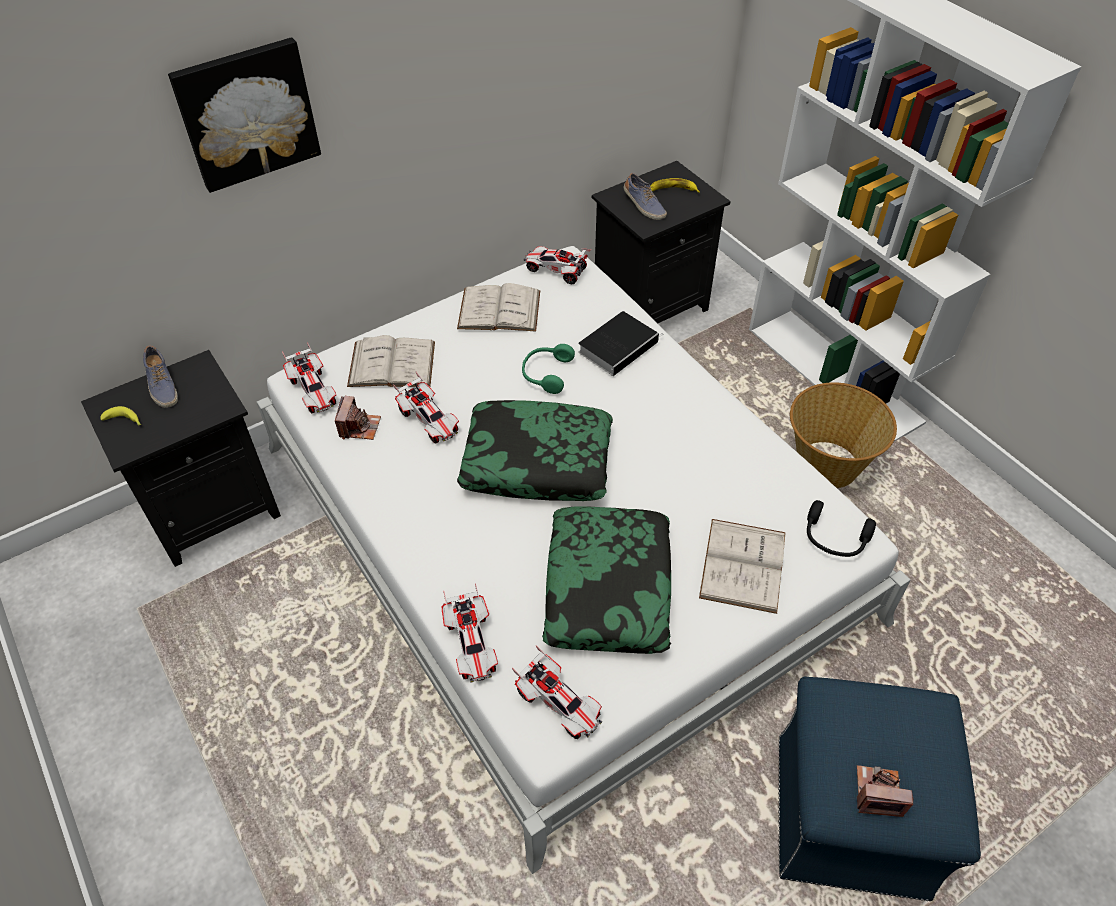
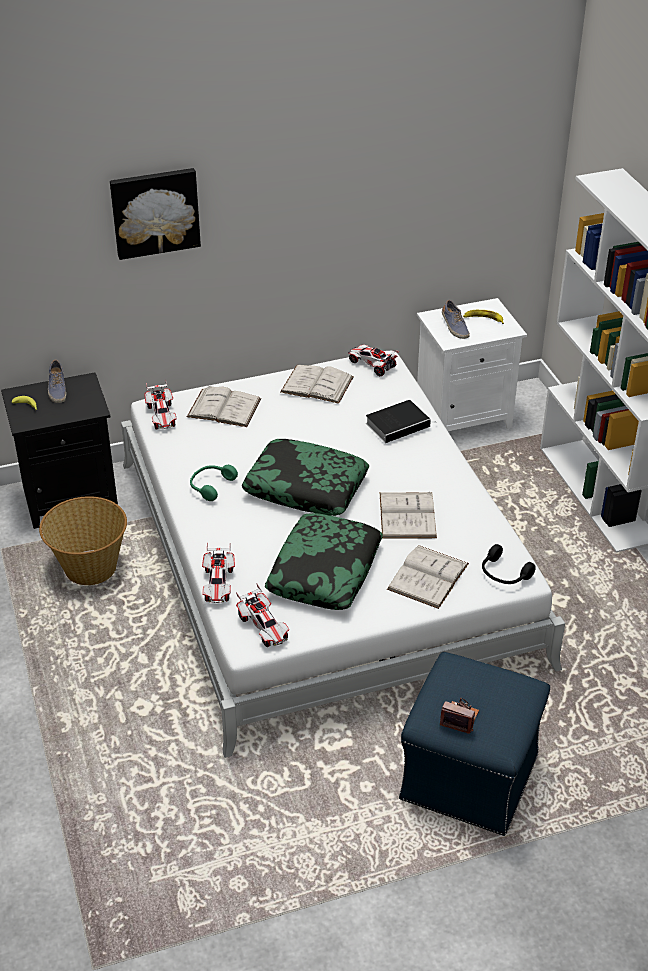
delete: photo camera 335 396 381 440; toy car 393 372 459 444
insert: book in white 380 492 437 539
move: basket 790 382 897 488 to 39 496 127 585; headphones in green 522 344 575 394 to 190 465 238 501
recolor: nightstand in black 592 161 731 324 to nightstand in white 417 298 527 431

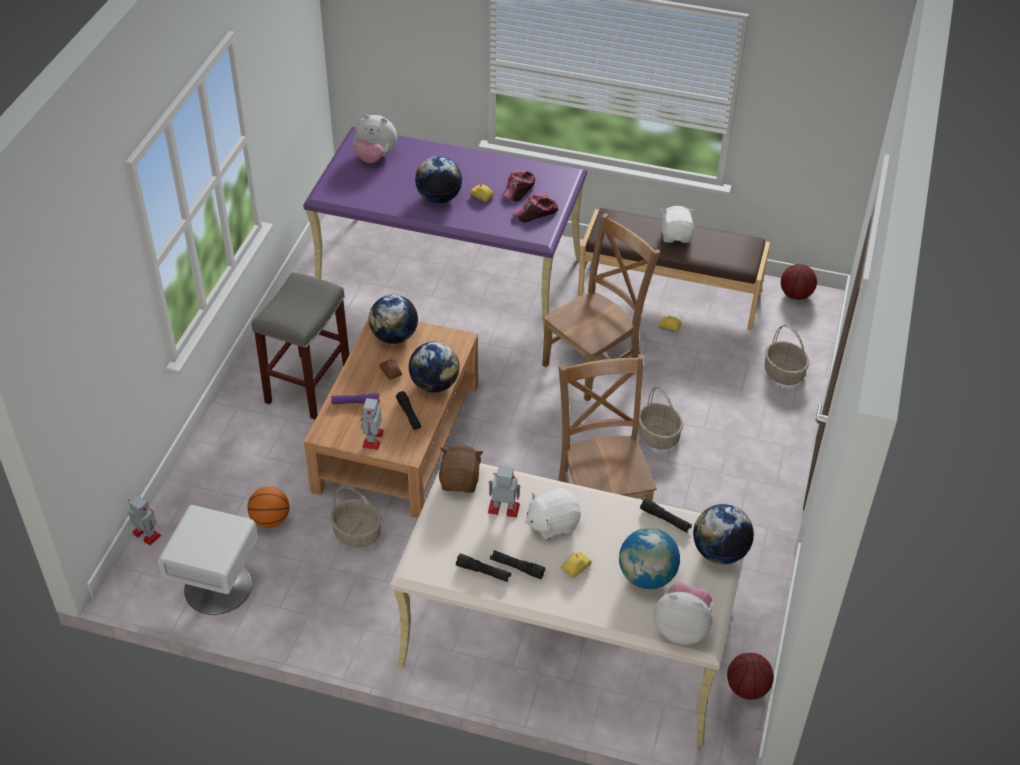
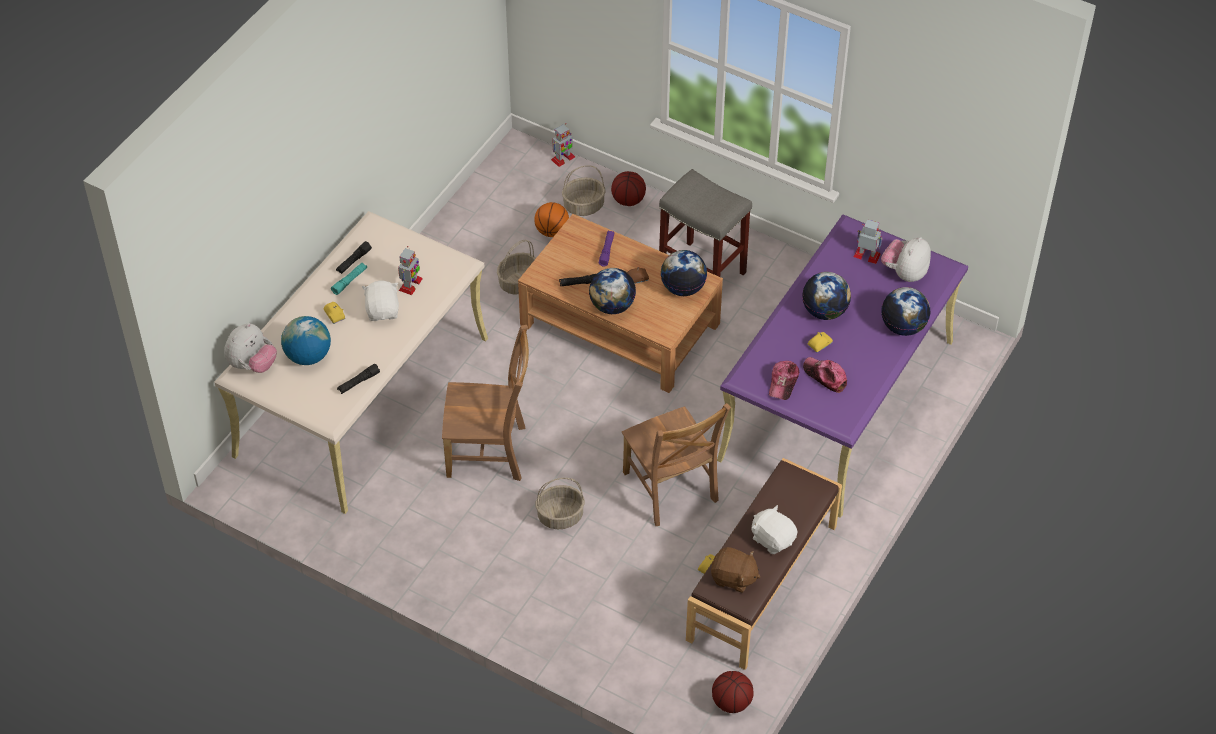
delete: nightstand in white 158 505 258 615
move: basket 765 325 809 385 to 562 165 606 216; basketball 727 653 774 700 to 611 171 646 206; plush toy in brown 439 445 483 493 to 711 547 760 593; toy robot 361 397 384 450 to 853 220 883 264; globe 693 504 754 564 to 882 287 930 336
recolor: flashlight in black 490 550 545 579 to flashlight in turquoise 331 263 367 295
rotate: plush toy in white 660 206 694 243 = 751 505 798 554 150 degrees counterclockwise; cap 513 193 558 223 = 769 361 799 400 150 degrees counterclockwise

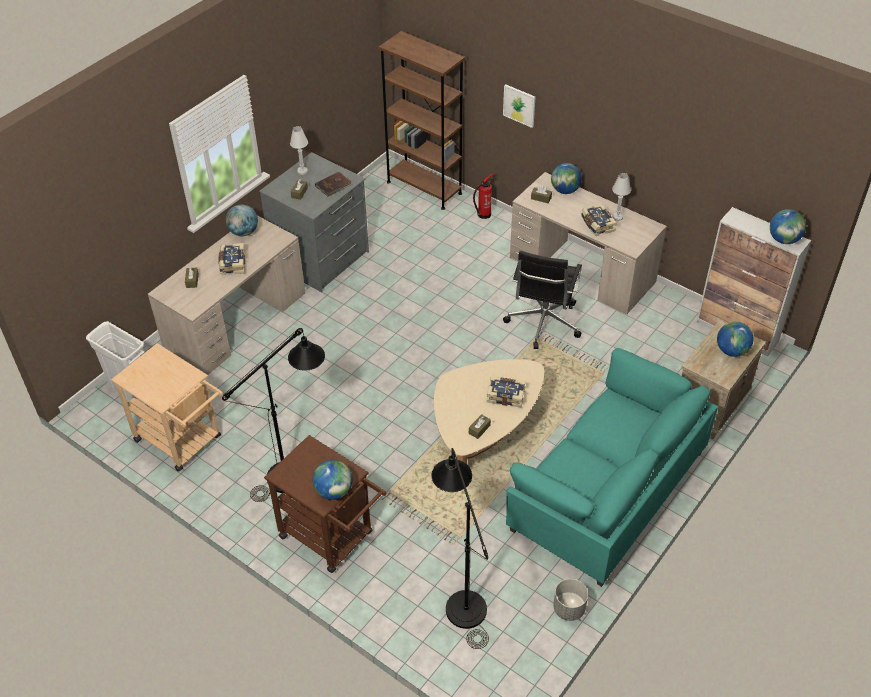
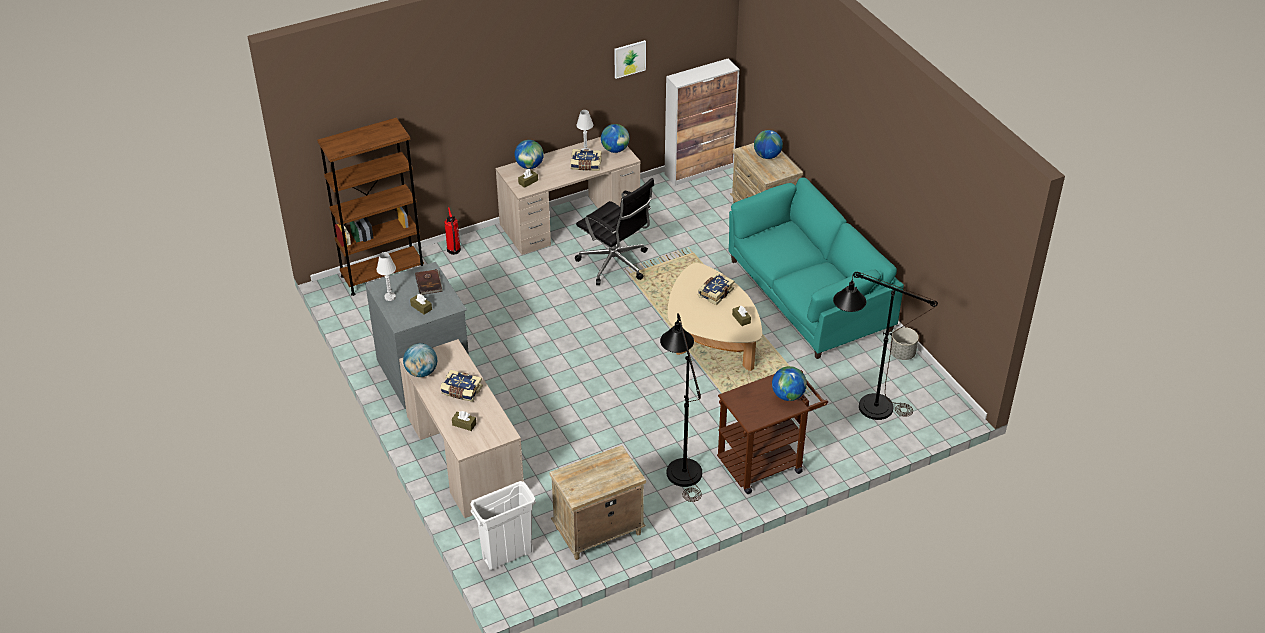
move: globe 770 209 806 244 to 601 124 629 153; picture 503 84 535 128 to 614 40 646 79
replace: cart in beige 111 343 223 472 to nightstand in beige 549 445 646 560

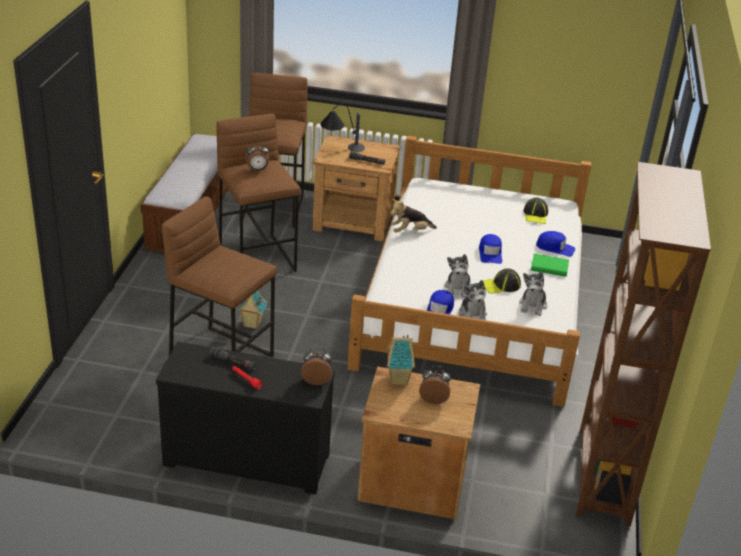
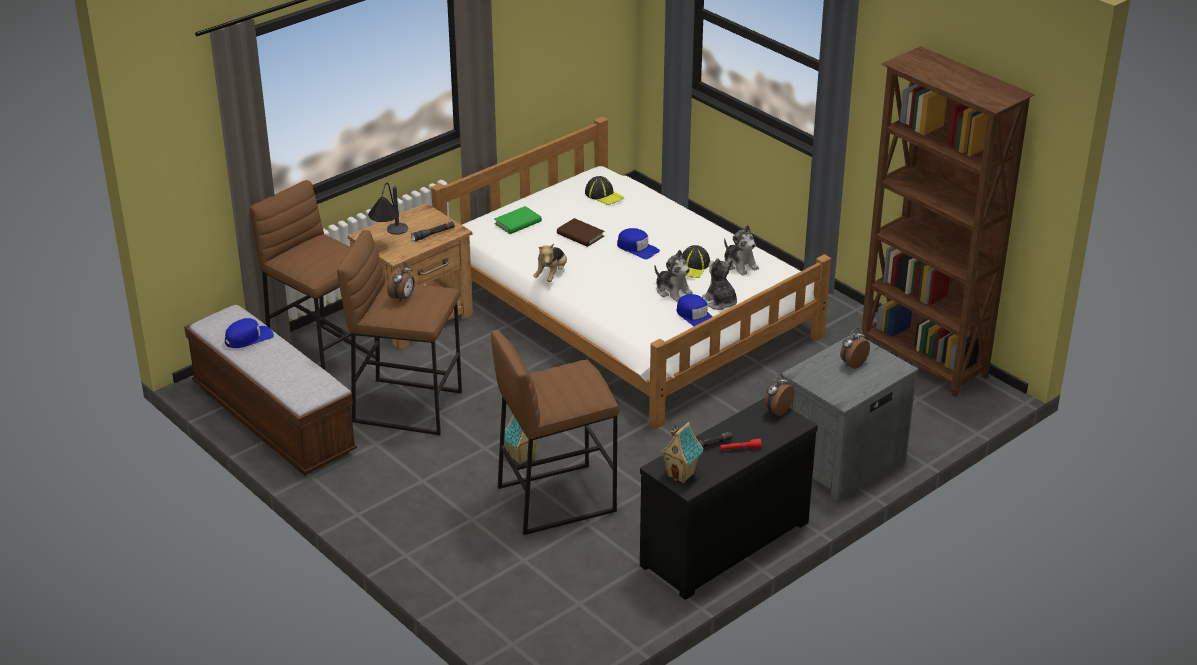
insert: book in brown 557 218 604 247
move: cap in blue 536 231 575 257 to 225 318 274 348; book in green 531 254 569 277 to 494 206 542 234; toy house 387 335 415 385 to 660 422 703 483
recolor: nightstand in brown 357 367 480 519 to nightstand in grey 780 333 919 502
rotate: plush toy 459 280 487 320 = 702 258 737 310 150 degrees counterclockwise

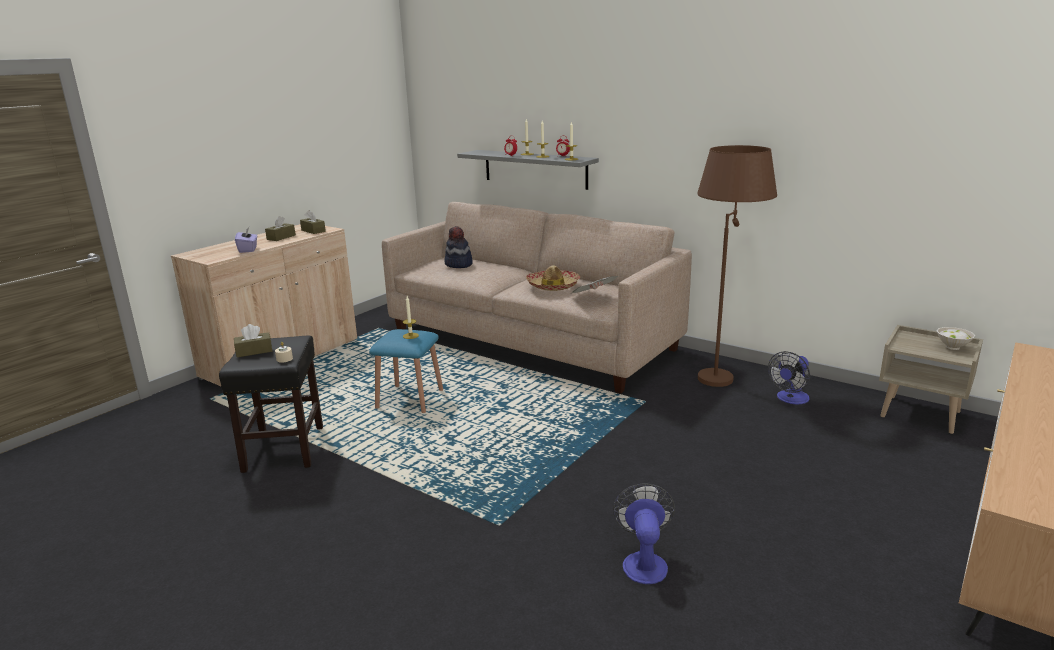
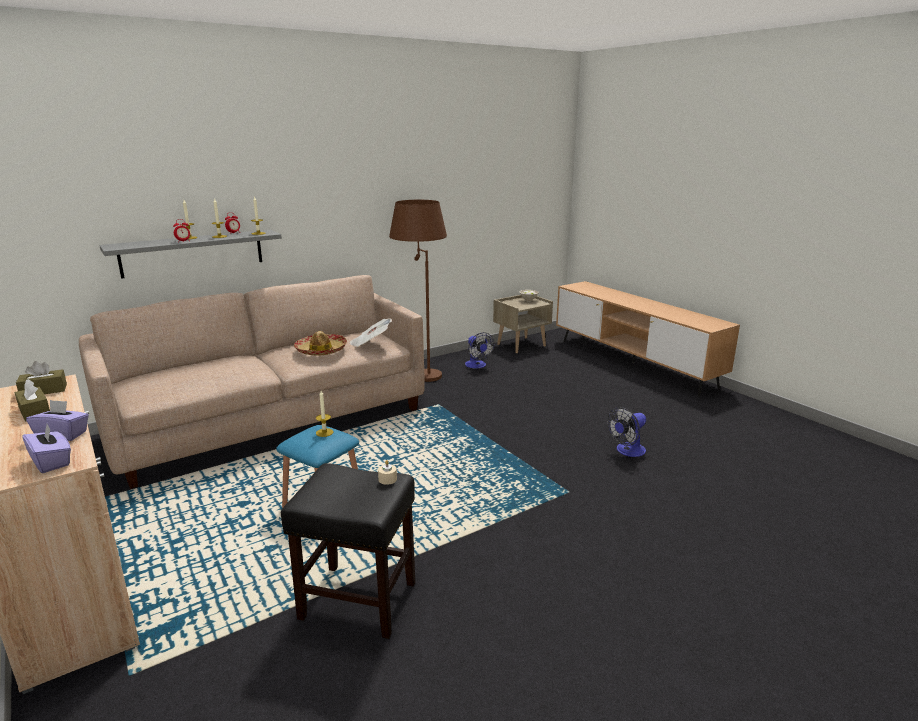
delete: tissue box in brown 234 324 272 357; hat 444 226 473 268
insert: tissue box in purple 22 424 71 473
rotate: fan 613 483 675 584 = 607 407 646 457 60 degrees counterclockwise

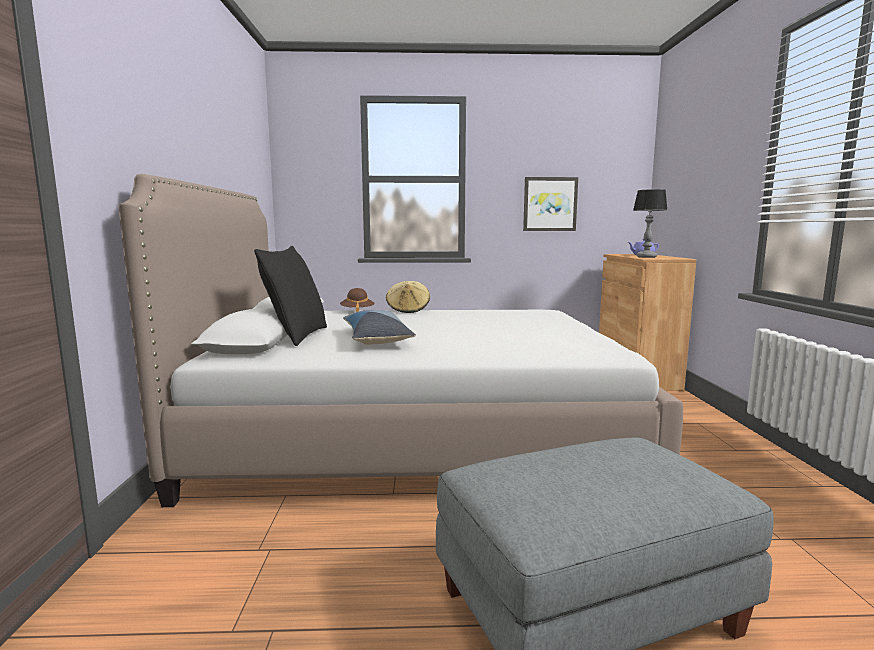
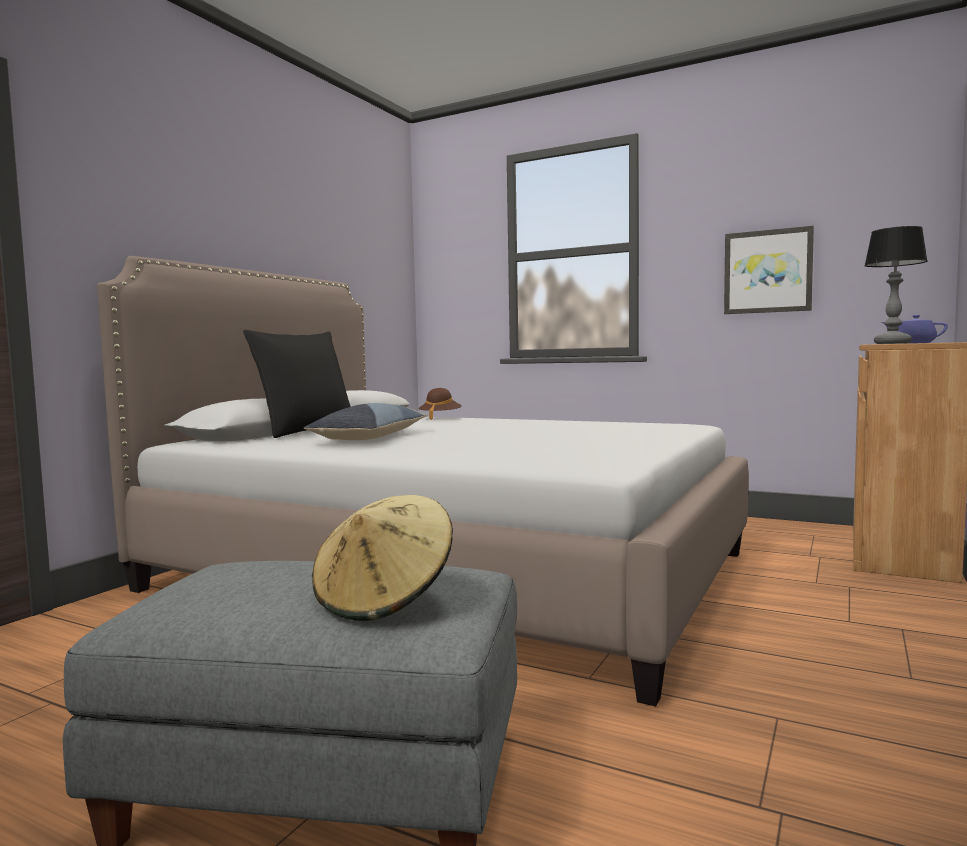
move: hat in beige 386 281 430 313 to 312 495 453 621

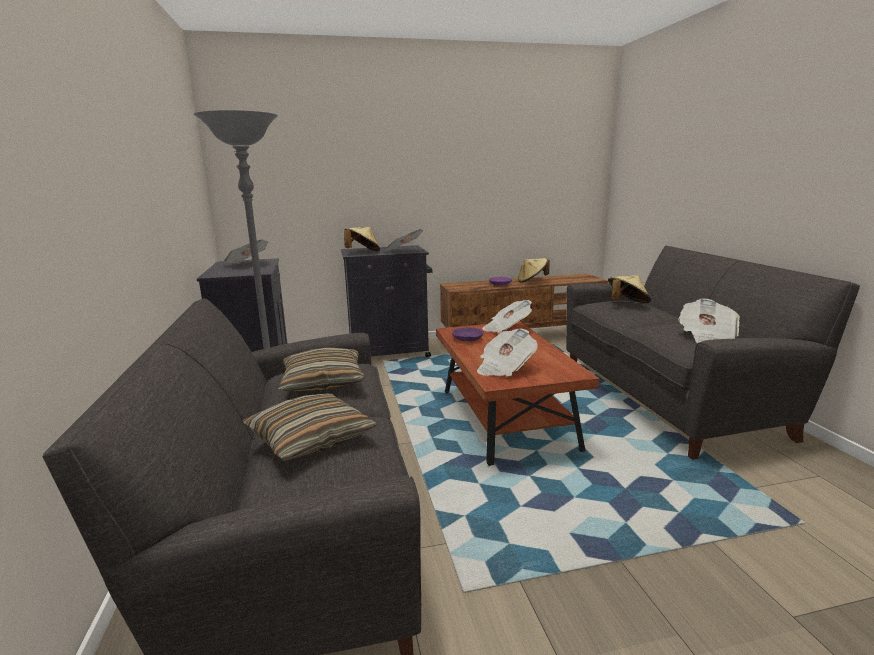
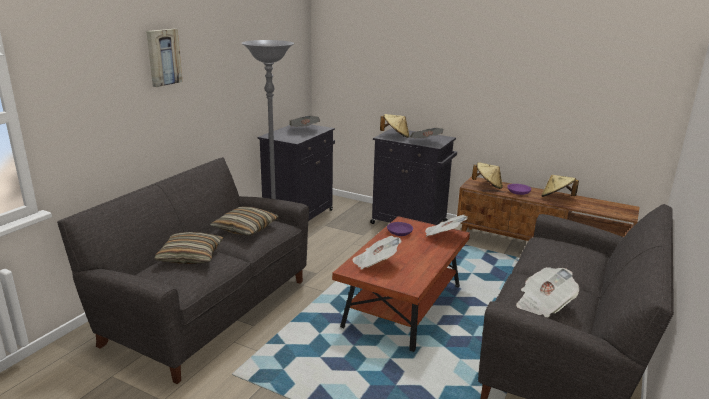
insert: picture 146 29 182 87
move: hat in beige 608 275 651 303 to 472 162 503 189

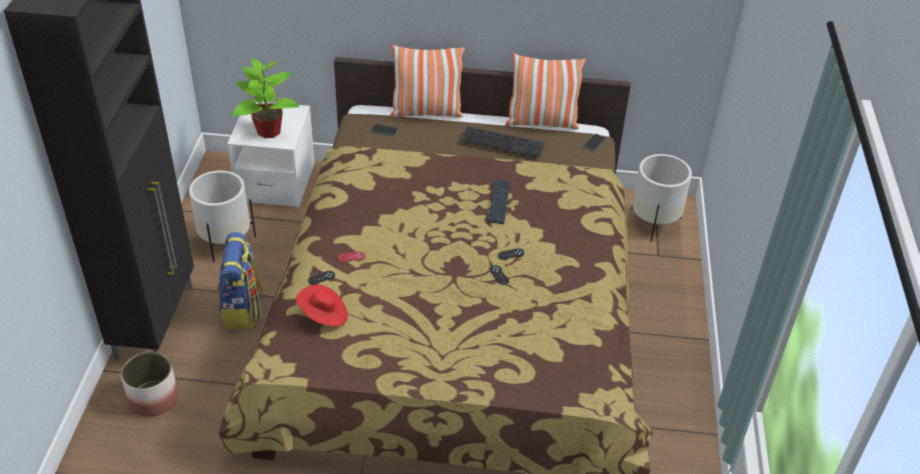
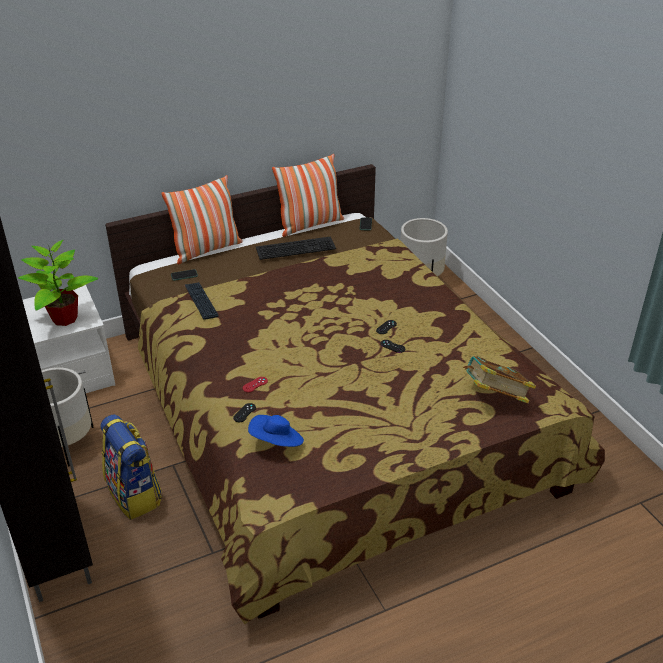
delete: planter 121 352 178 417
insert: book 463 356 536 403
move: keyboard 488 179 510 224 to 185 282 219 320
recolor: hat in red 296 284 348 327 to hat in blue 248 415 304 447

